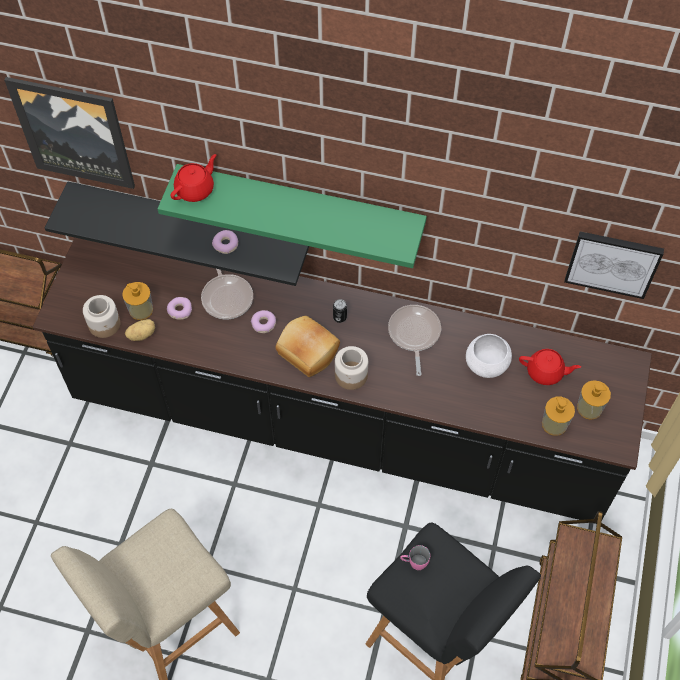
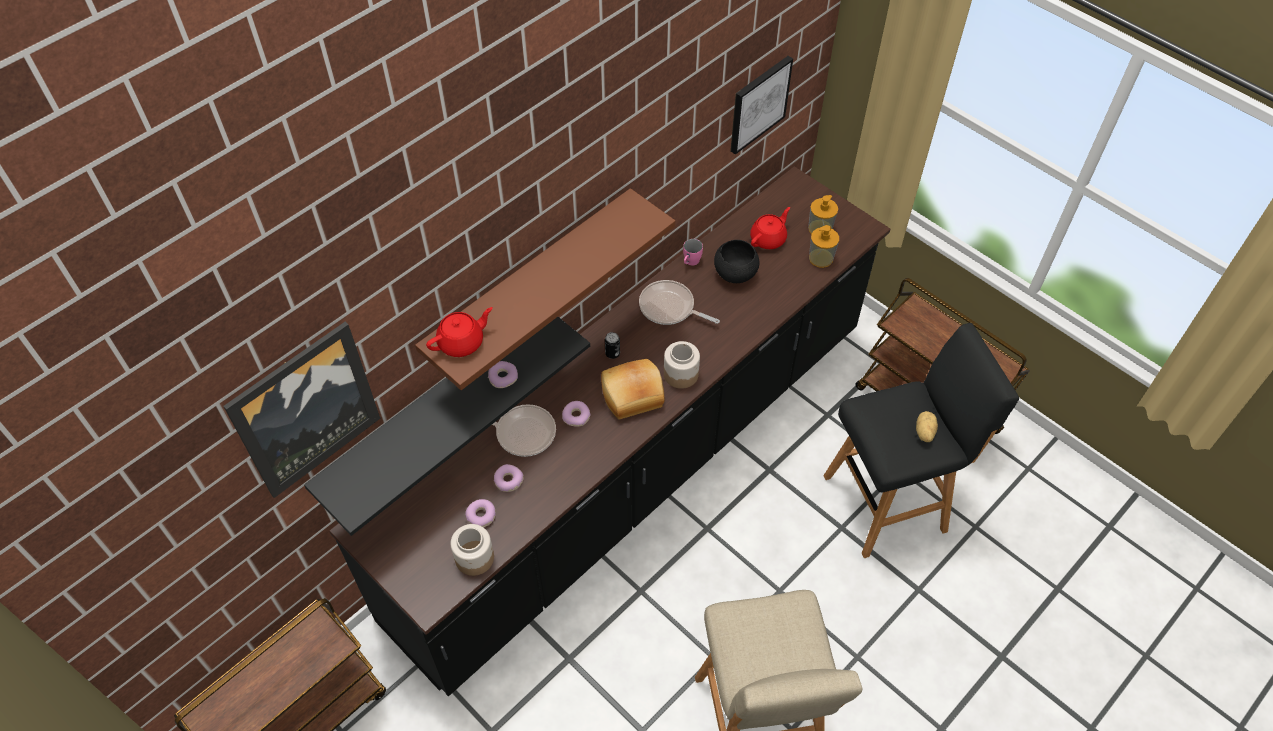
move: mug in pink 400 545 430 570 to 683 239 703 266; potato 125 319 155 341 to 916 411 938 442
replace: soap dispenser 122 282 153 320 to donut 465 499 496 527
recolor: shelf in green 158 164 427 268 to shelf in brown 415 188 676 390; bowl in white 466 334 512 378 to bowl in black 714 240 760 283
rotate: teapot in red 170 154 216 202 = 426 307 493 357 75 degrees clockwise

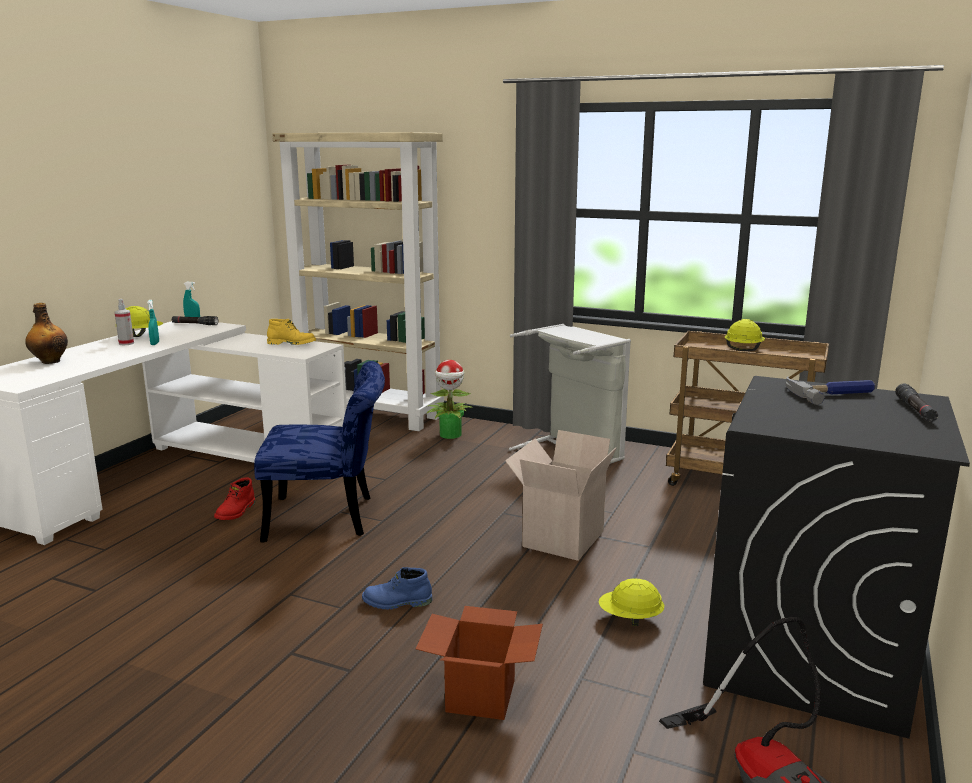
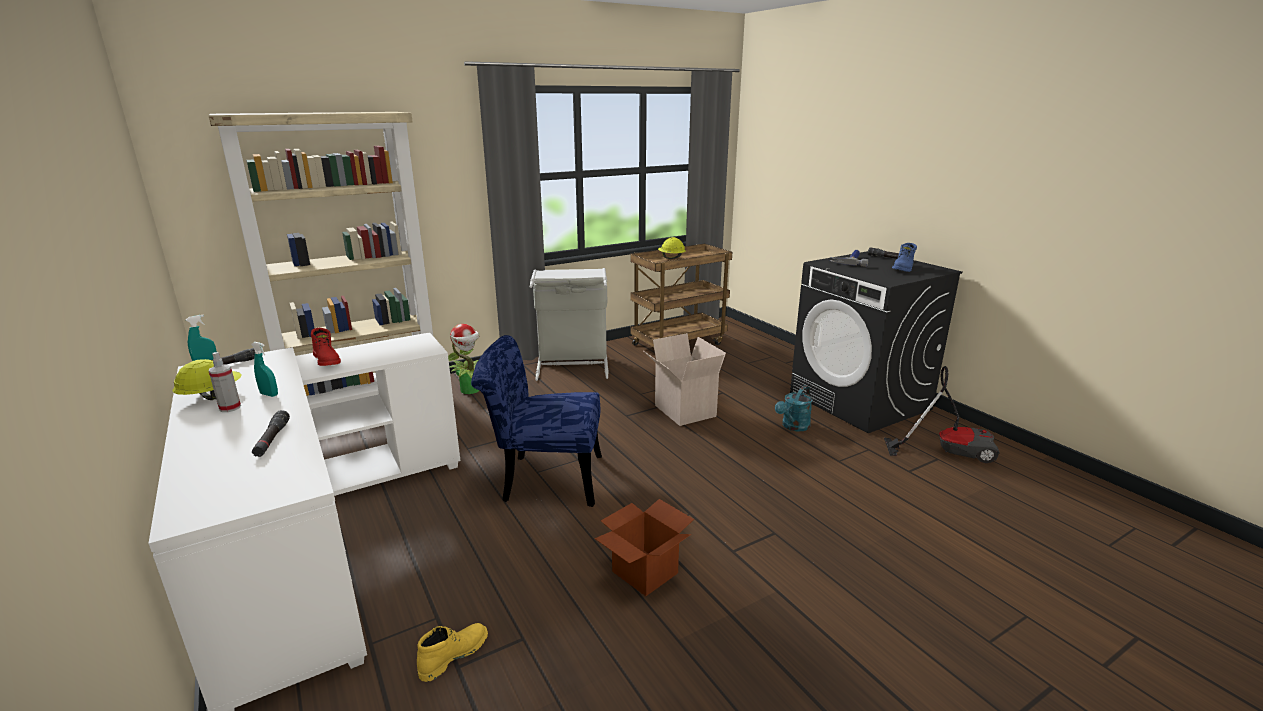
delete: bottle 25 303 68 364
insert: flashlight in black 252 410 290 457
move: boot in red 214 477 255 520 to 311 328 341 366; boot in yellow 267 319 316 345 to 417 623 488 682; cardboard box 416 606 543 720 to 595 499 694 596; boot in blue 362 567 432 610 to 892 243 917 272
replace: hard hat in yellow 599 578 664 626 to watering can in turquoise 775 385 813 432
rotate: chair in blue 254 361 385 543 = 471 335 602 507 120 degrees counterclockwise

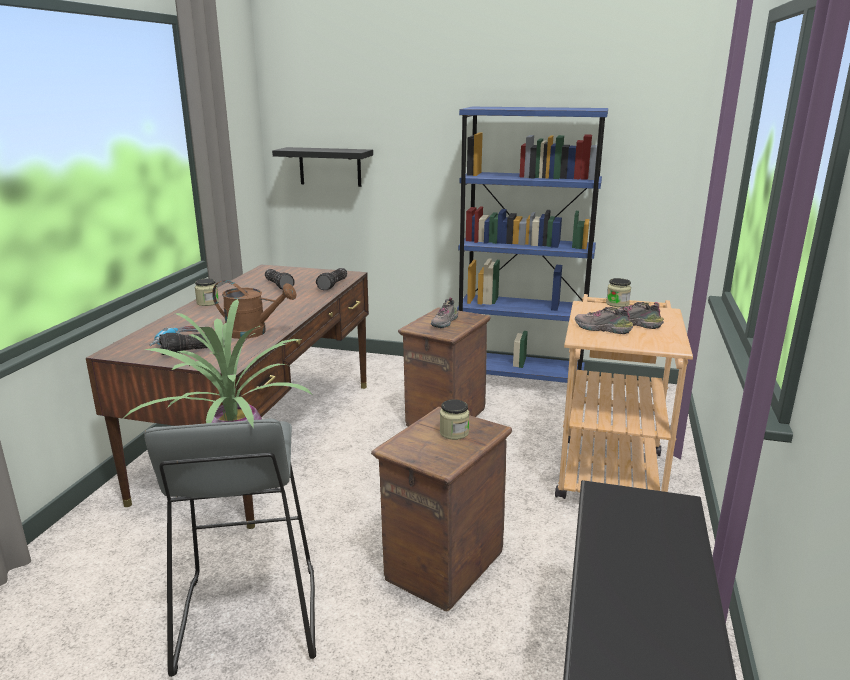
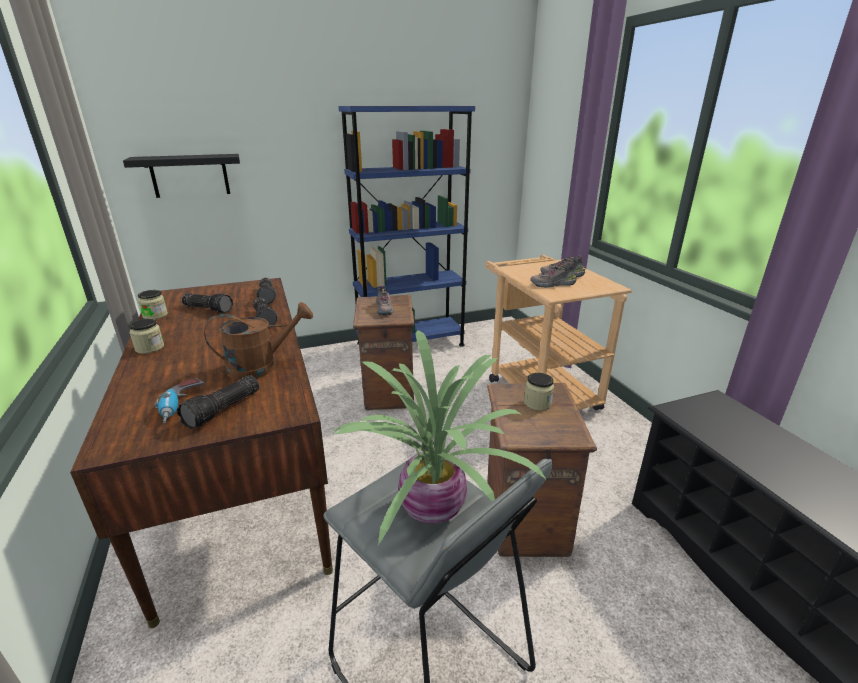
insert: flashlight 253 297 277 328
move: jar 606 278 631 307 to 138 290 168 319

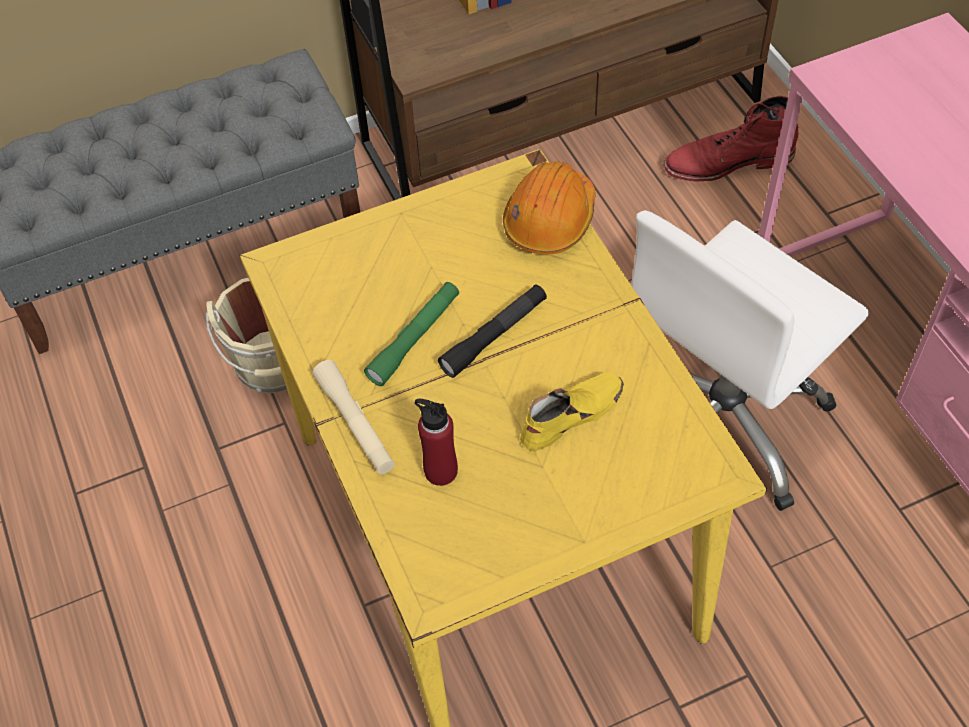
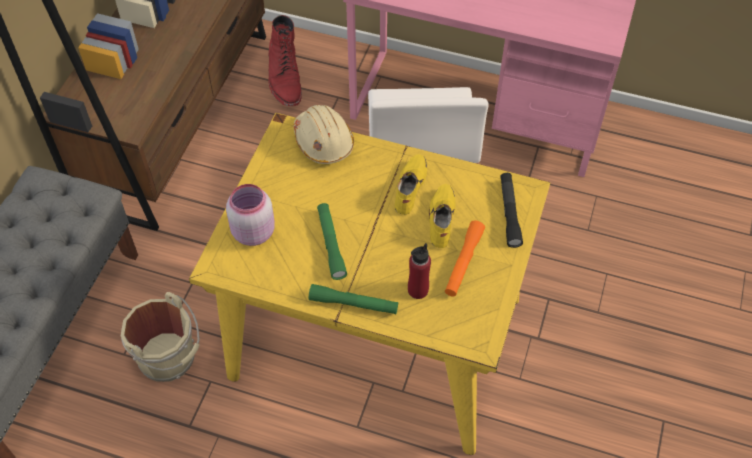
insert: jar in pink 226 184 275 246; shoe in yellow 395 154 427 215; flashlight in orange 445 220 485 297
move: flashlight in black 438 285 547 378 to 500 173 523 248
recolor: hard hat in orange 503 161 596 255 to hard hat in beige 293 105 354 164; flashlight in beige 312 360 395 474 to flashlight in green 309 284 398 314
rotate: boot in red 664 96 798 182 = 268 15 302 106 45 degrees counterclockwise

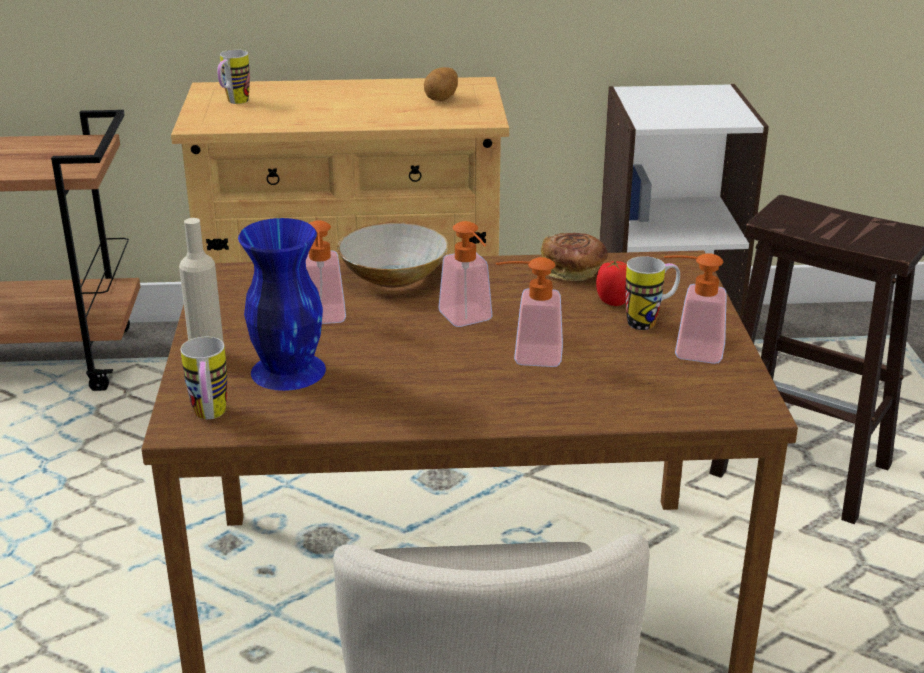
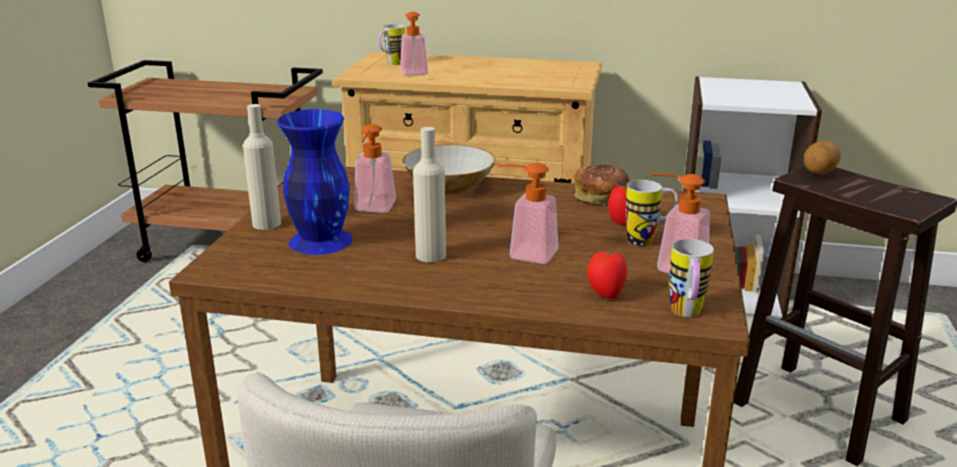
insert: bottle in beige 413 127 446 262; tomato 587 249 627 299
move: soap dispenser 438 221 492 327 to 400 12 429 76; mug 180 337 227 419 to 669 239 714 317; potato 424 67 458 101 to 804 141 841 175

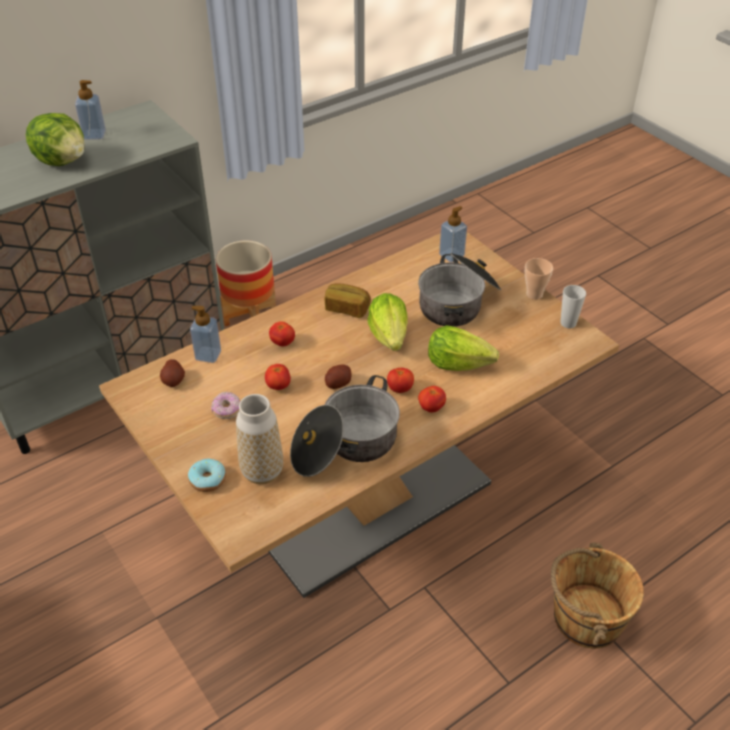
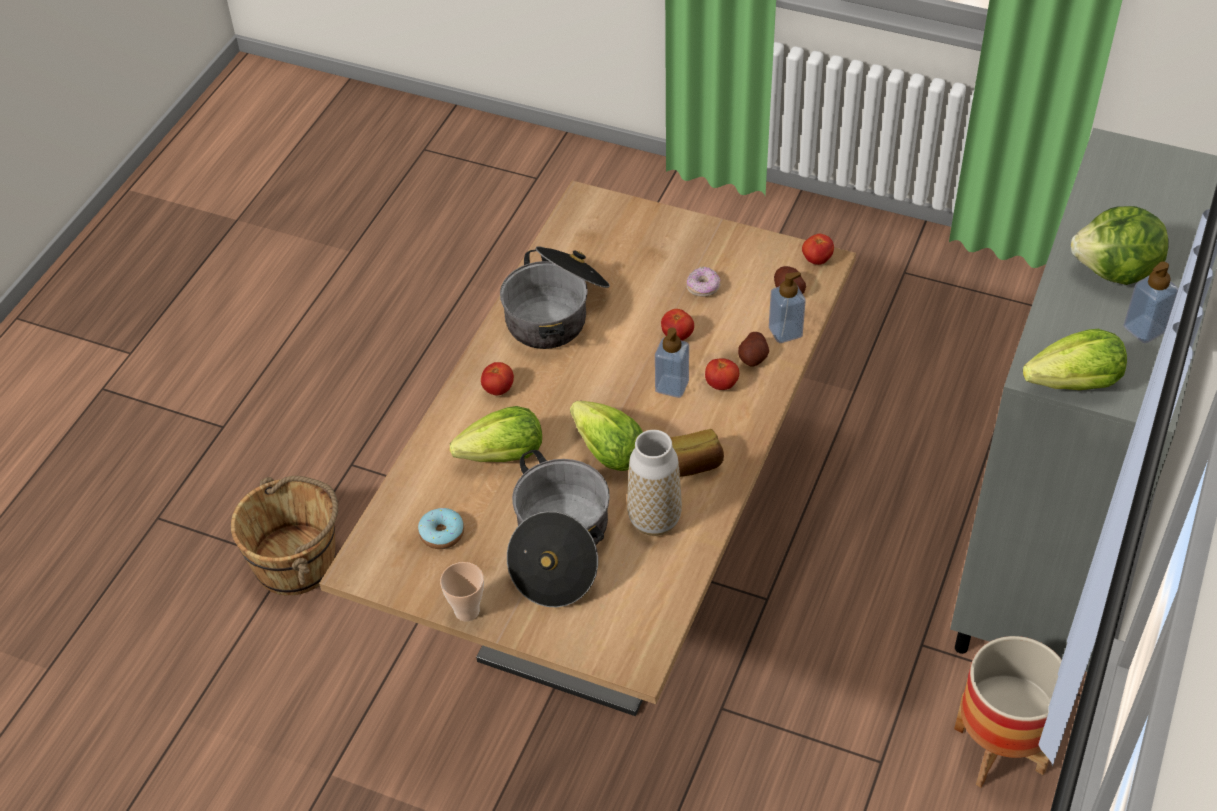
delete: cup 560 285 586 328
insert: lettuce 1023 329 1127 390
move: donut 188 459 226 492 to 418 508 464 549; vase 236 394 283 484 to 627 430 682 536; soap dispenser 439 206 467 263 to 655 328 689 398; potato 325 365 352 389 to 738 332 769 366; tomato 387 368 414 393 to 802 234 834 265

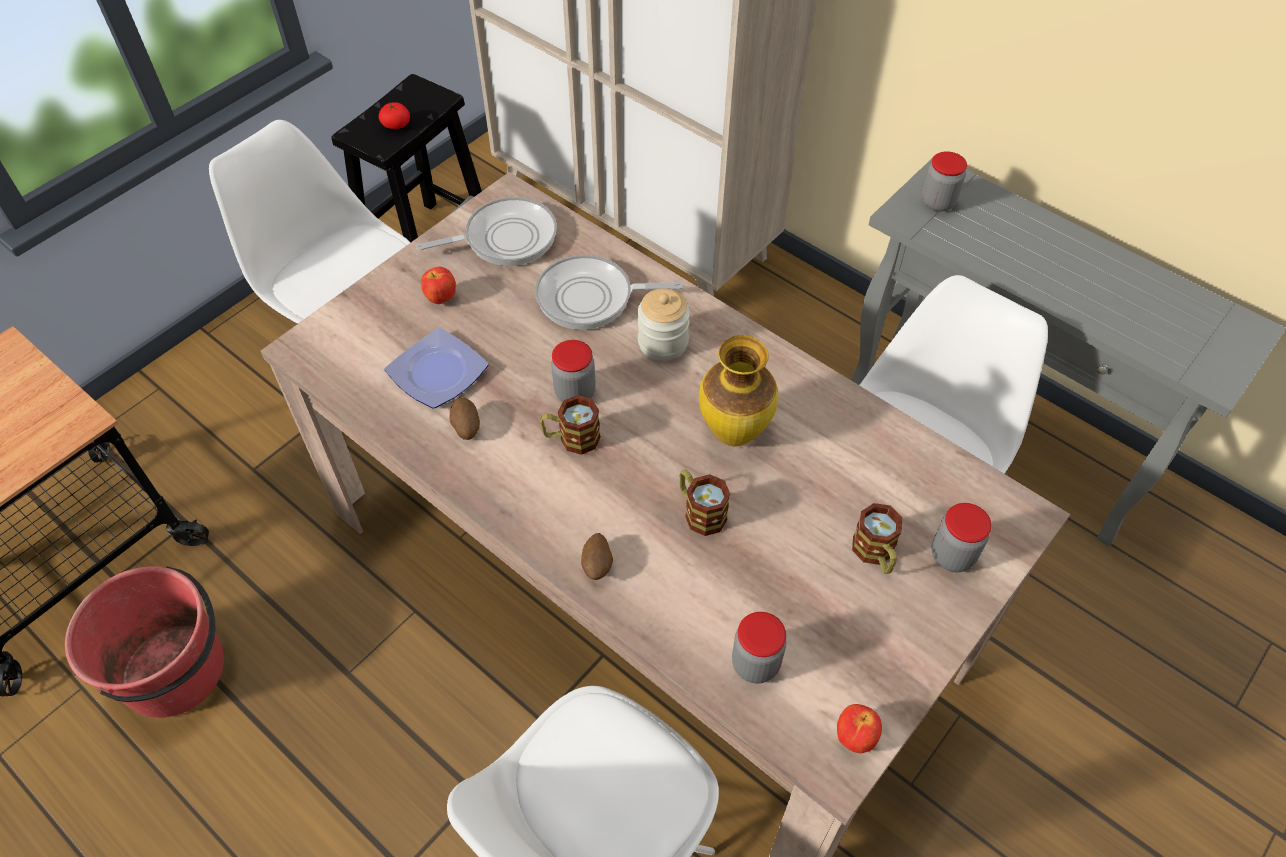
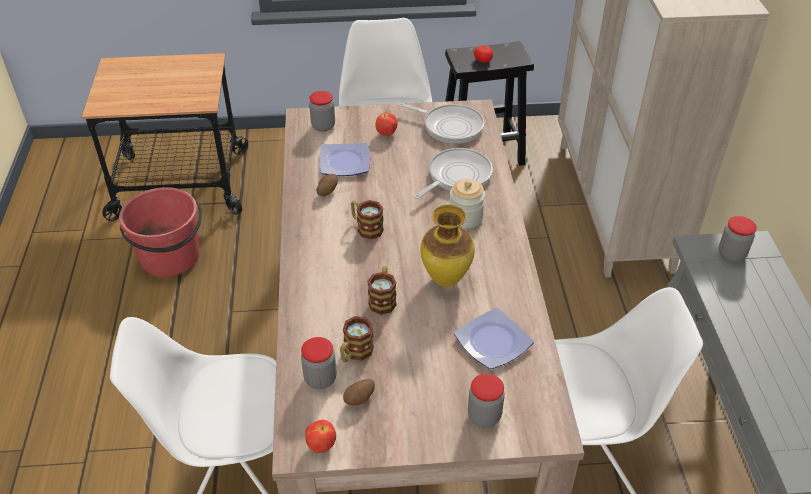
insert: plate 454 308 534 369
move: jar 551 340 596 402 to 309 91 335 132; mug 852 503 902 574 to 340 316 374 363; potato 581 533 613 580 to 343 379 375 405
rotate: frying pan 535 255 683 330 = 414 148 493 199 90 degrees clockwise

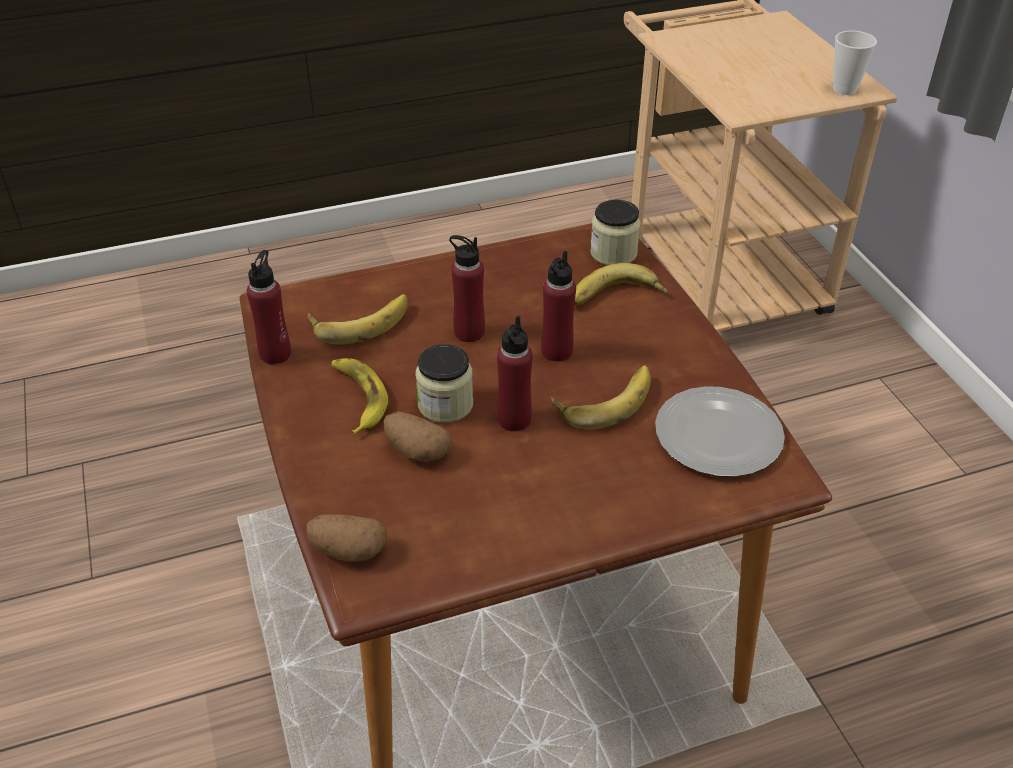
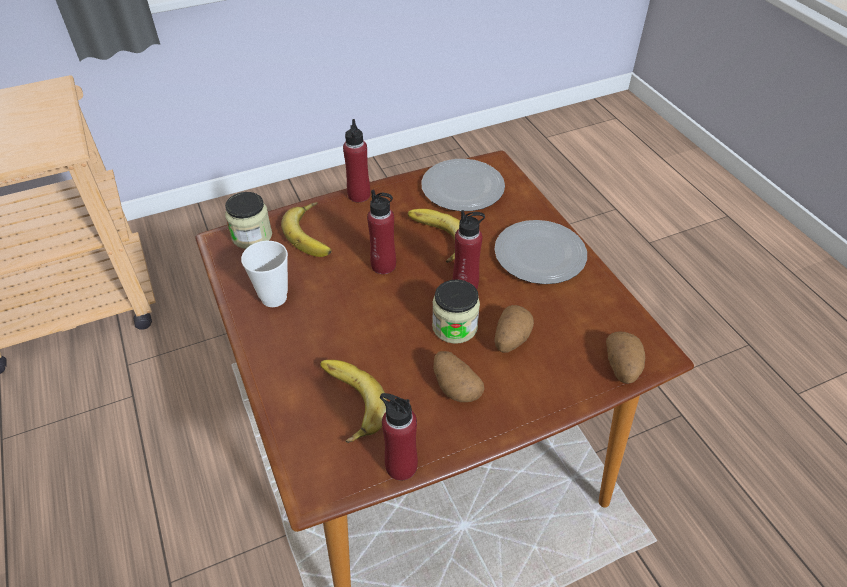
insert: plate 494 220 587 284
move: cup 833 31 877 95 to 241 241 288 307; bottle in red 449 235 485 342 to 343 119 370 202
replace: banana 331 358 388 434 to potato 433 351 485 402

